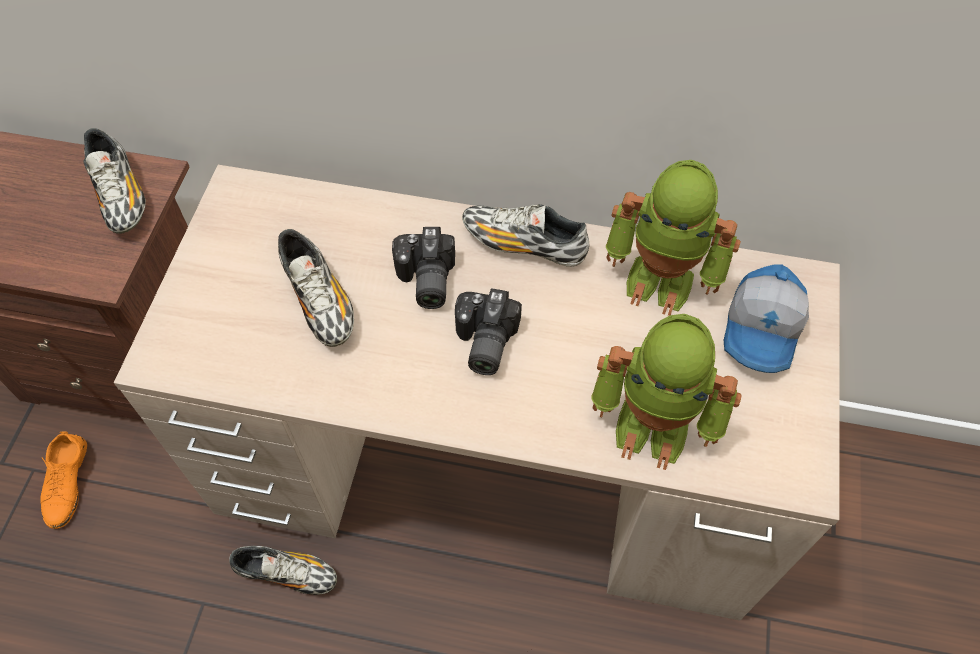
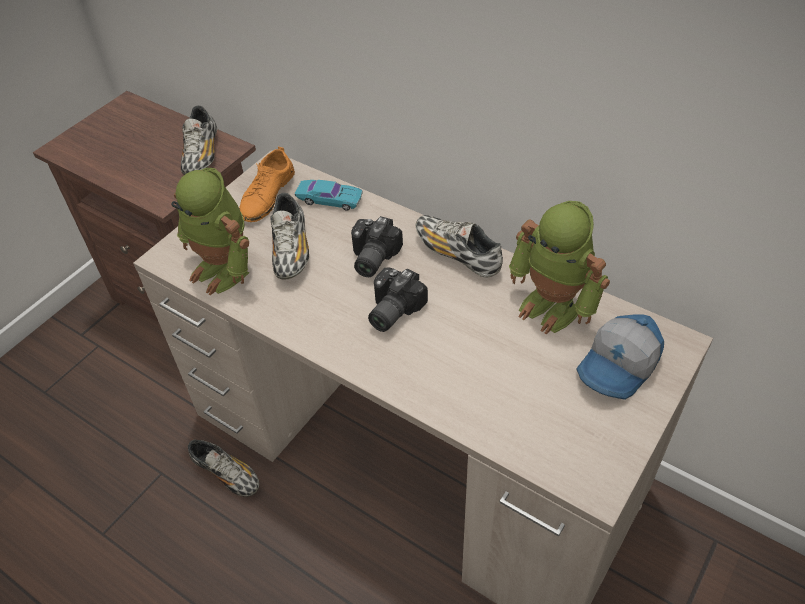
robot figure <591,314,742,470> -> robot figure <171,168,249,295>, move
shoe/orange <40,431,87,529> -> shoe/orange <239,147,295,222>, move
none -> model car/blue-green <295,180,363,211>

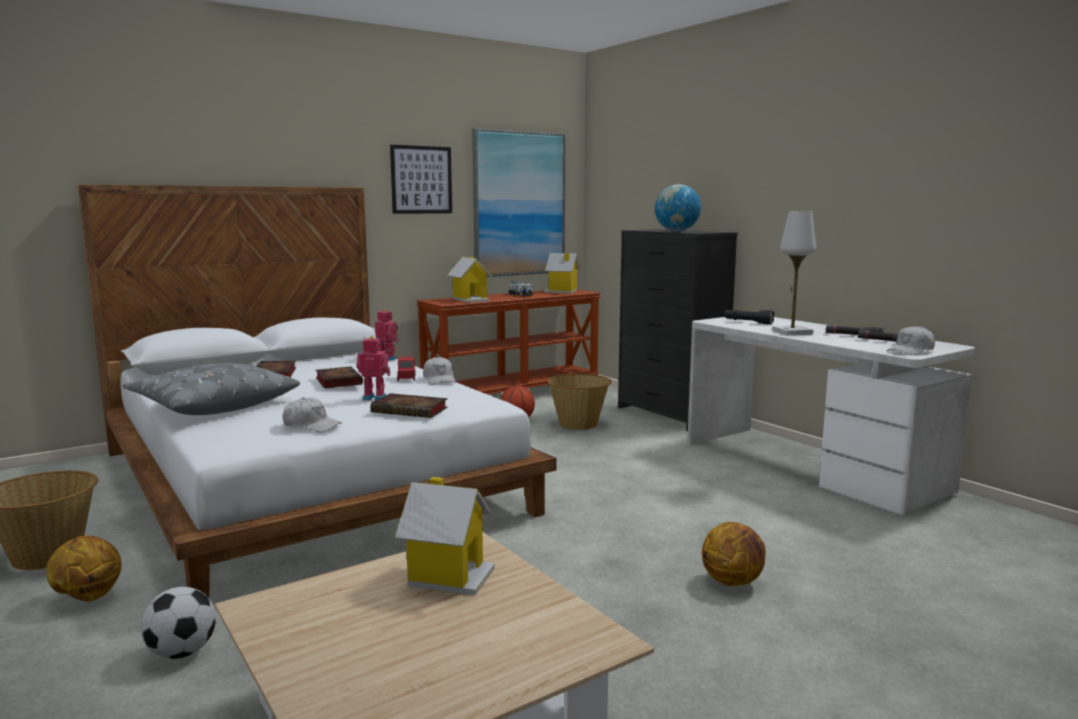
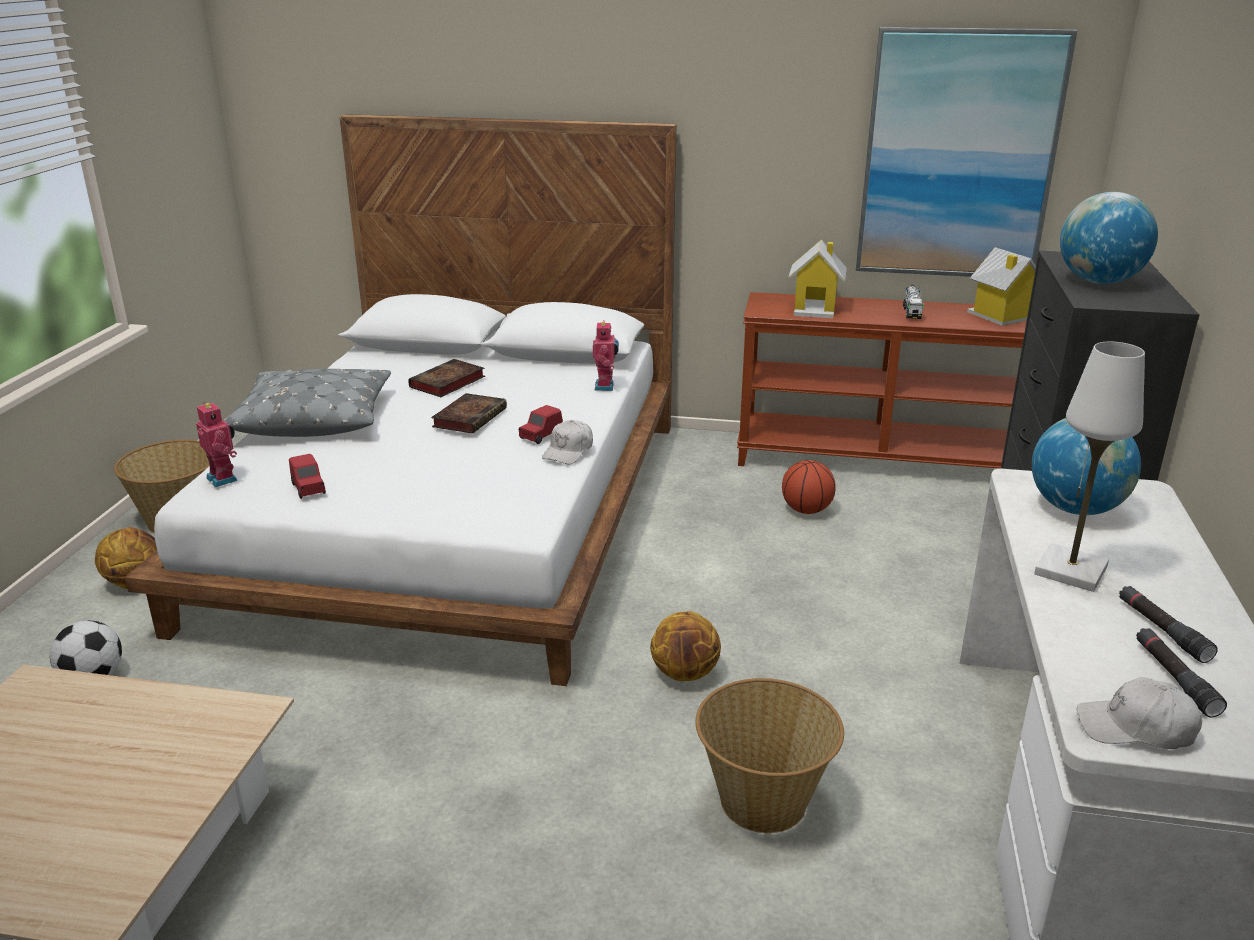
robot figure <356,336,390,401> -> robot figure <196,401,238,487>, move
peaked cap/whitish <282,397,342,432> -> model car/reddish <289,454,326,499>
basketball <702,522,766,586> -> basketball <650,611,721,681>, move
basket <548,374,612,430> -> basket <696,678,844,833>, move
hand torch/black-coloured <724,310,774,325> -> world globe <1032,418,1141,515>
book <371,393,448,418> -> none
wall picture <390,145,452,214> -> none
toy house <395,477,495,595> -> none

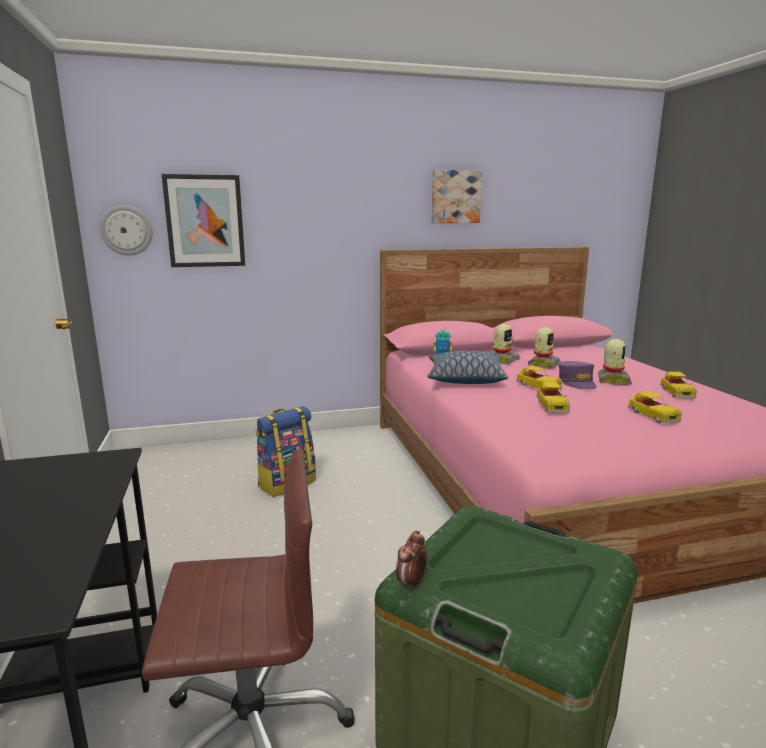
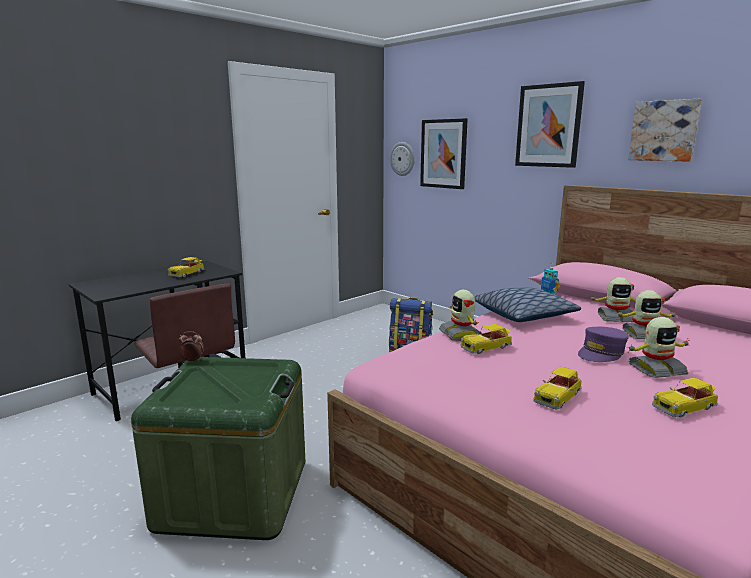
model car <516,366,563,390> -> model car <168,257,204,277>, move
none -> robot figure <439,290,482,341>
none -> wall picture <515,81,585,168>

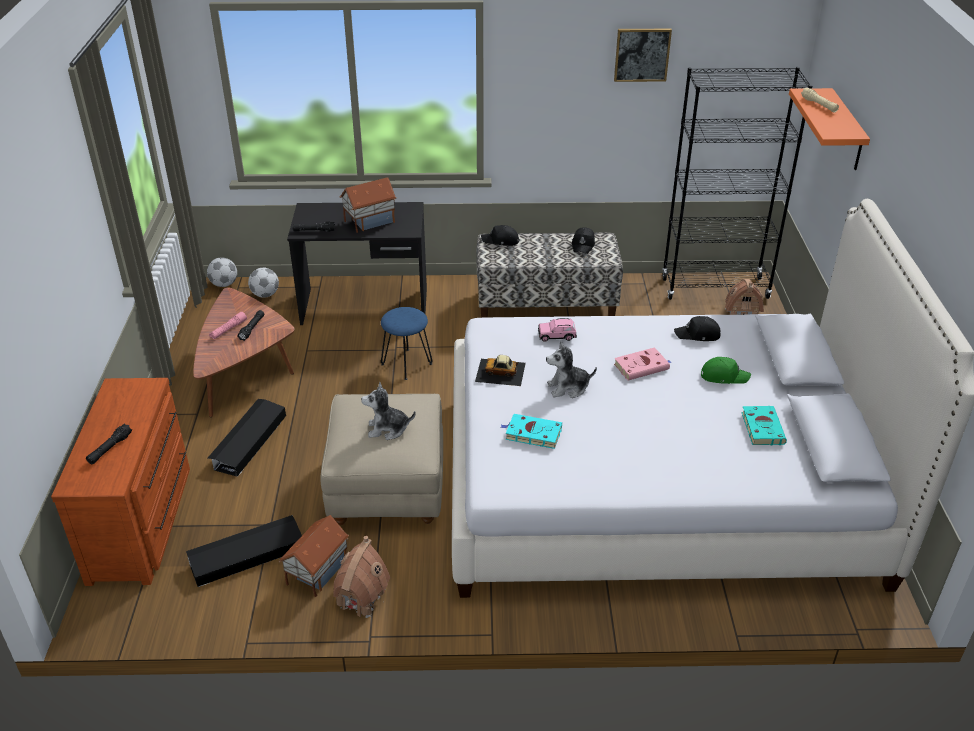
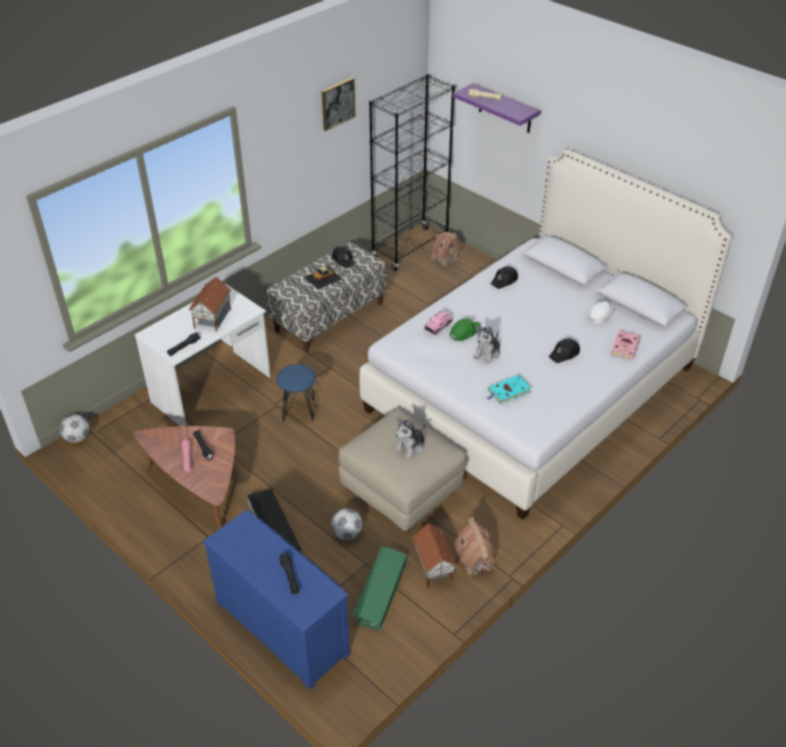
desk unit/black-coloured <287,202,427,325> -> desk unit/whitish <135,284,271,426>
dresser/brown <51,378,190,586> -> dresser/blue-coloured <203,510,350,690>
model car <475,355,526,386> -> model car <304,266,342,289>, move
football <248,268,279,298> -> football <331,508,362,540>, move
storage container/black-coloured <186,515,302,587> -> storage container/greenish <353,546,407,631>
peaked cap/greenish <701,357,751,384> -> peaked cap/greenish <450,318,480,341>, move
bracket shelf/orange <789,88,870,170> -> bracket shelf/purple <453,83,541,133>
peaked cap/black-coloured <481,225,520,246> -> peaked cap/black-coloured <549,338,580,363>, move
book/blue-green <741,406,787,445> -> peaked cap/whitish <588,301,615,324>
book/pink-coloured <614,347,671,381> -> book/pink-coloured <611,330,641,360>, move

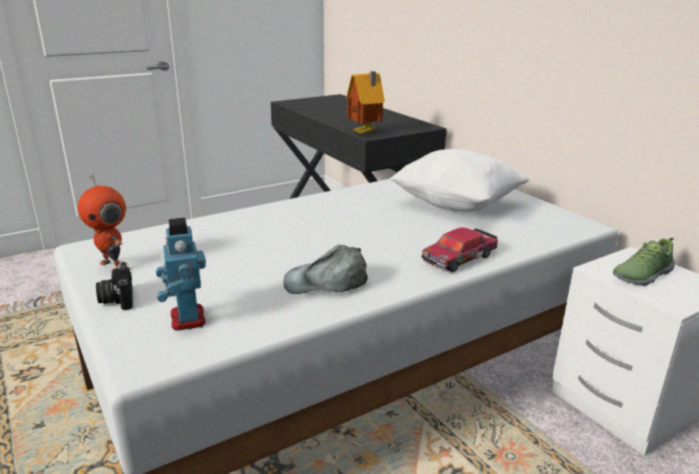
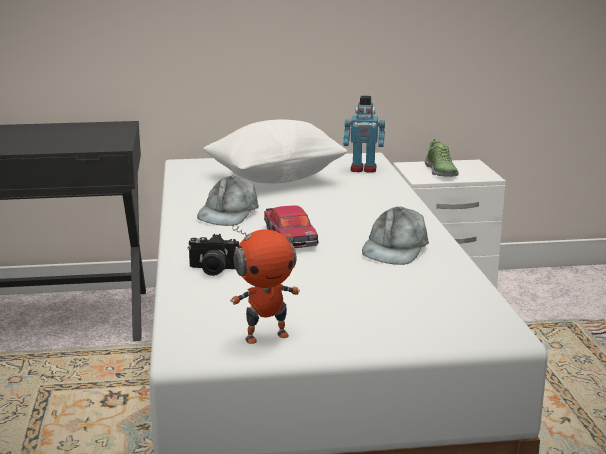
still camera <96,262,133,310> -> still camera <188,234,239,276>, move
none -> peaked cap/gray <197,176,259,226>
model car <421,227,498,272> -> model car <264,205,319,248>, move
robot figure <156,218,206,331> -> robot figure <343,96,385,173>, move
toy house <346,71,385,134> -> none

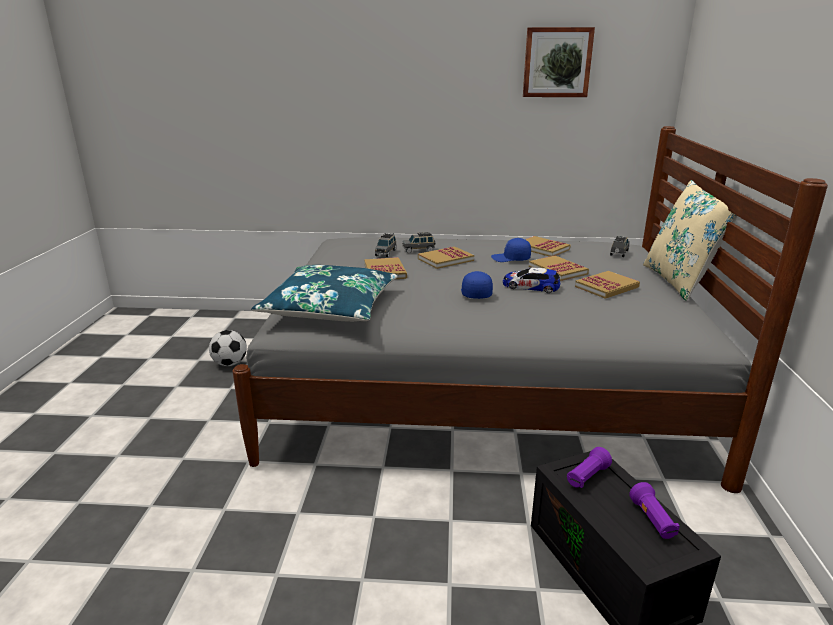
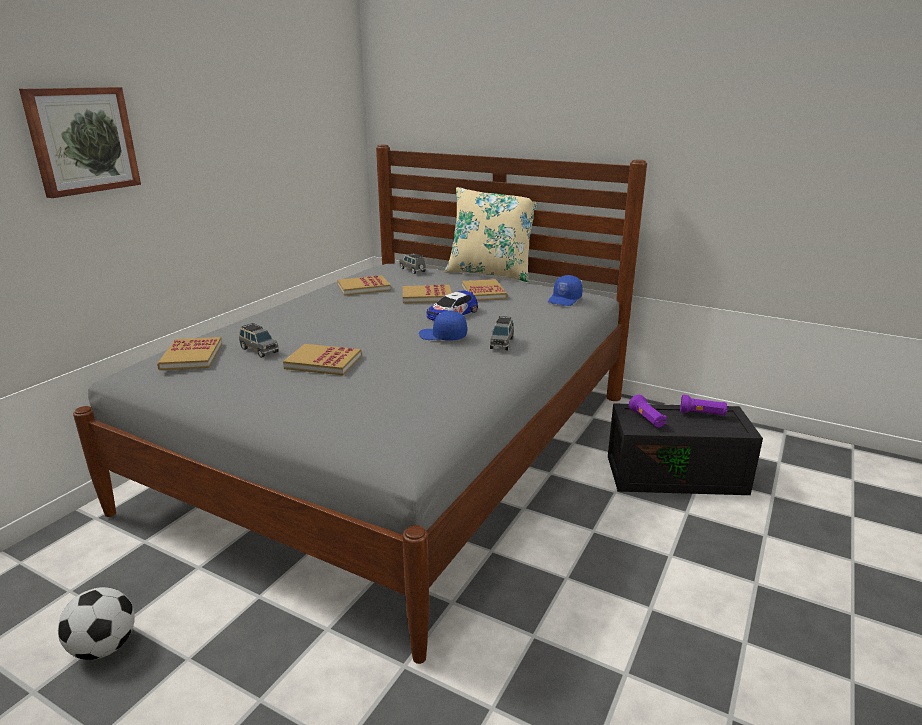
wall picture <523,27,595,97> -> wall picture <19,87,141,198>, move
book <418,246,474,269> -> book <157,337,222,370>, move
model car/gray <403,232,435,253> -> model car/gray <490,316,514,350>, move
peaked cap/blue-coloured <491,238,531,262> -> peaked cap/blue-coloured <548,275,583,306>, move
throw pillow/blue-coloured <251,265,398,322> -> none

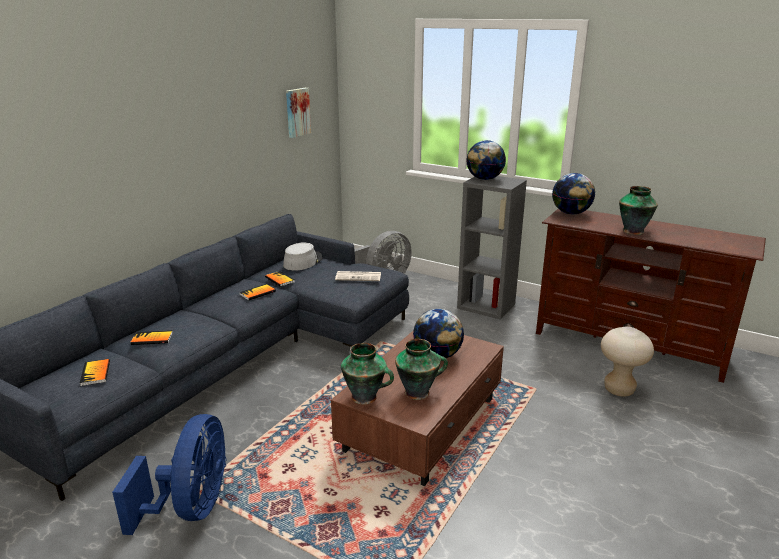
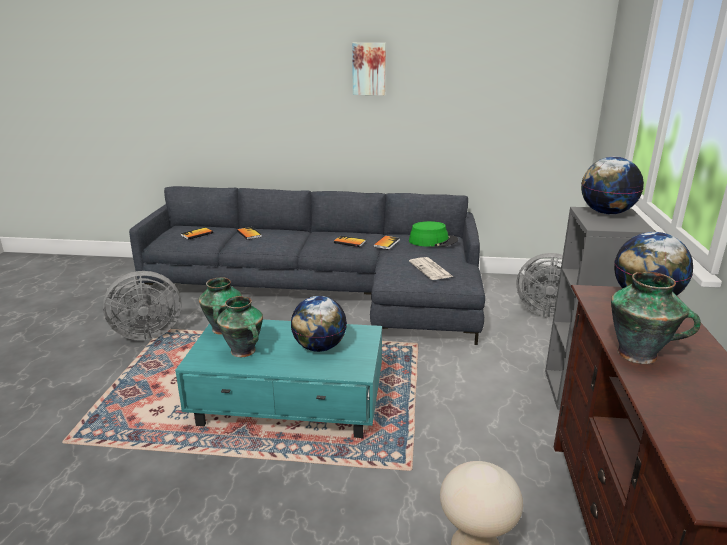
cooling fan/blue-coloured <112,414,226,535> -> cooling fan/gray <103,271,182,340>
lounge table/brown <331,330,504,486> -> lounge table/blue-green <175,320,382,438>
wall picture <286,88,311,138> -> wall picture <352,43,386,95>, move
clothing hat/gray <283,242,322,271> -> clothing hat/greenish <409,221,458,247>

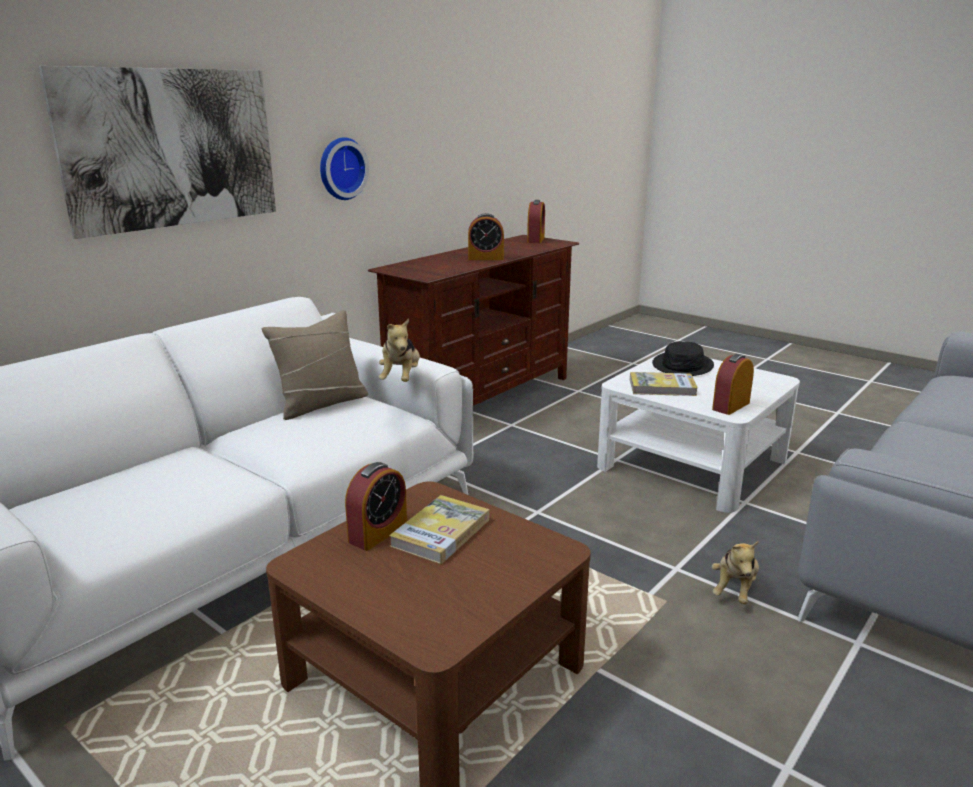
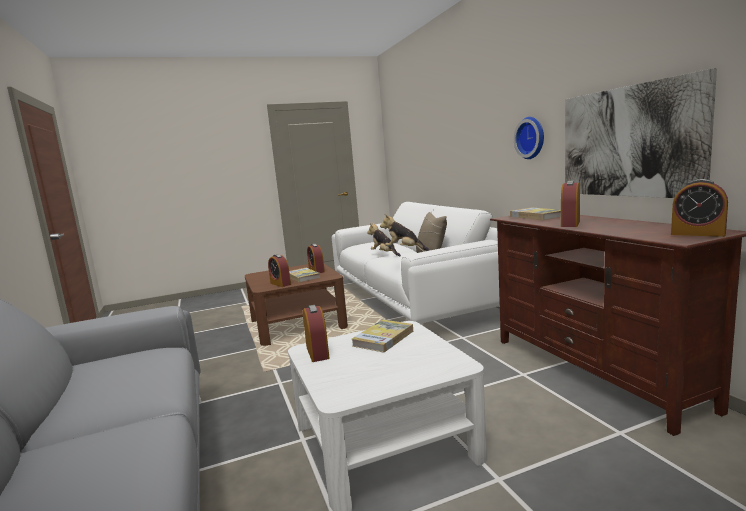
none -> table clock <268,254,291,287>
cuddly toy <712,541,759,604> -> cuddly toy <367,223,401,256>, move
none -> book <510,207,561,220>
wall picture <39,66,276,239> -> wall picture <565,68,717,198>, move
clothing hat/black-coloured <652,341,714,376> -> none

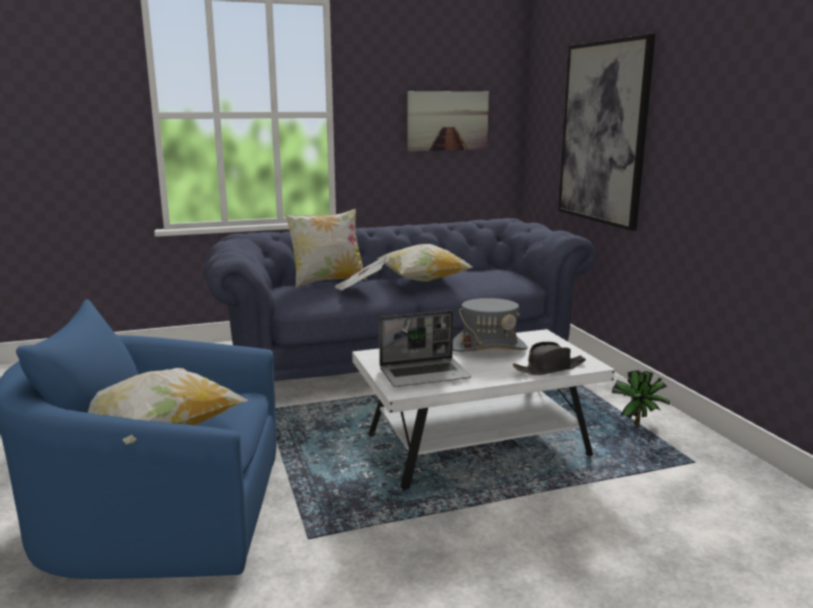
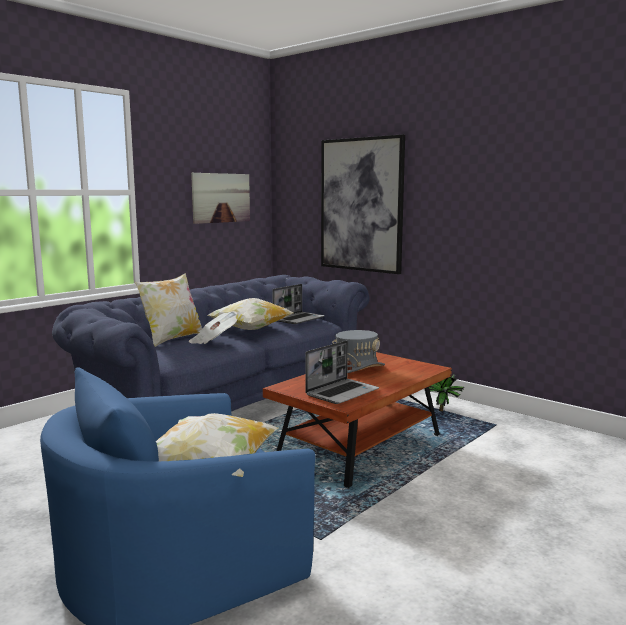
lounge table/whitish <352,329,615,491> -> lounge table/brown <263,352,452,489>
none -> portable computer <272,284,325,324>
clothing hat/black-coloured <513,342,586,375> -> none

